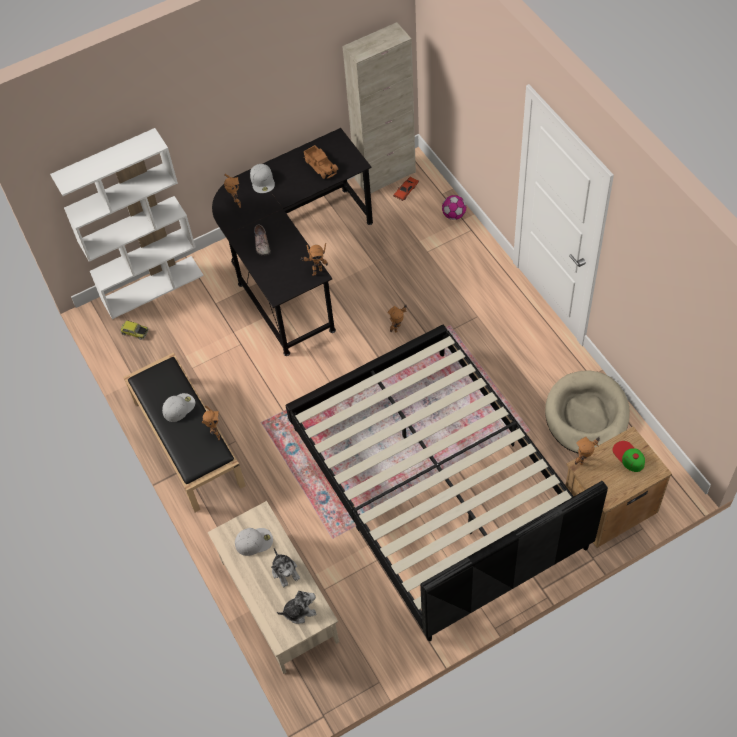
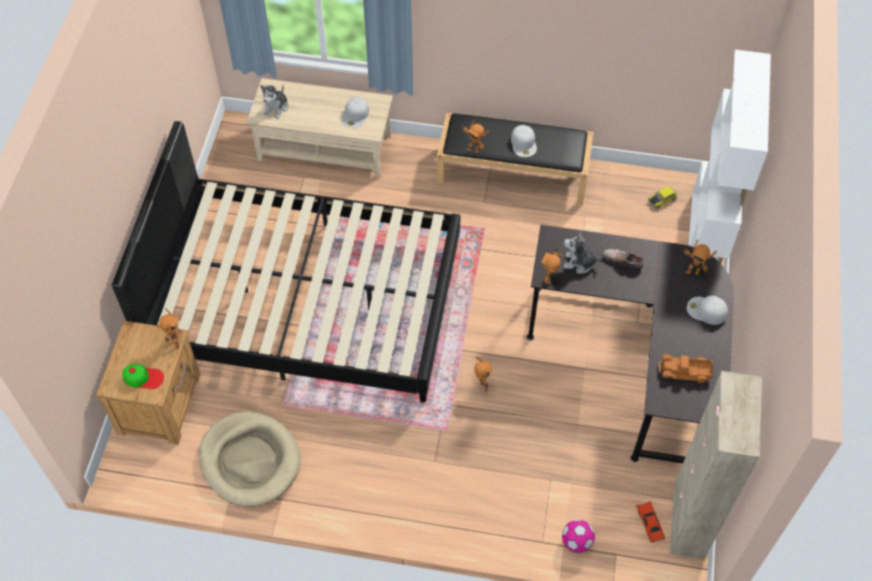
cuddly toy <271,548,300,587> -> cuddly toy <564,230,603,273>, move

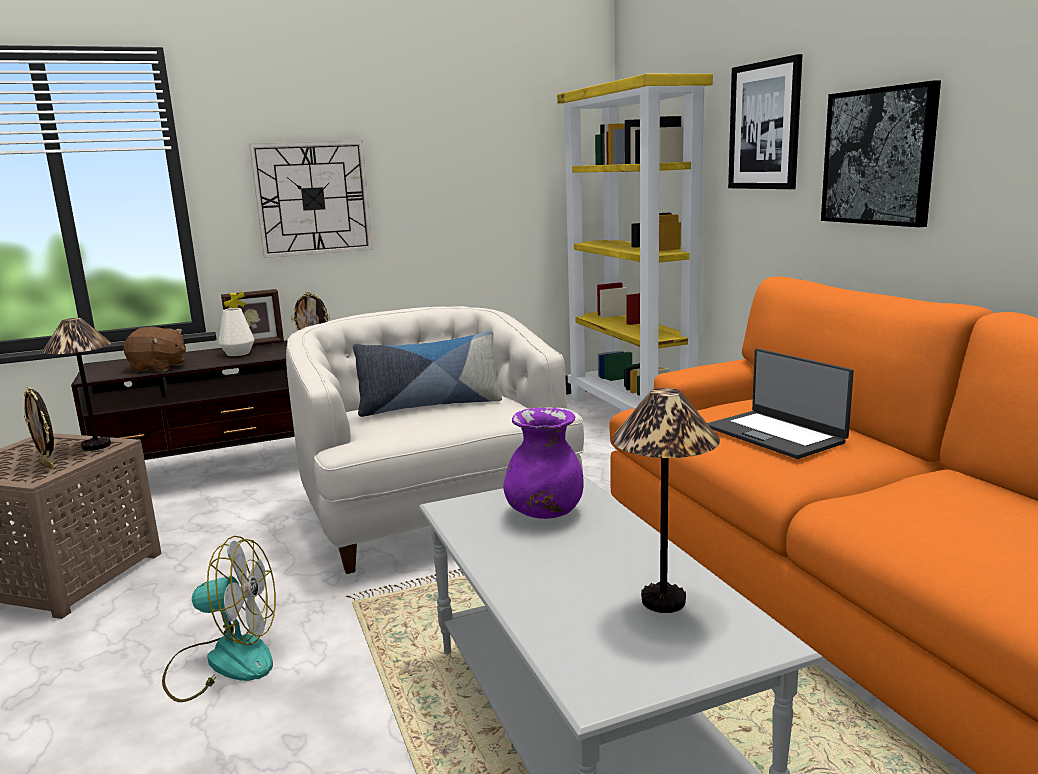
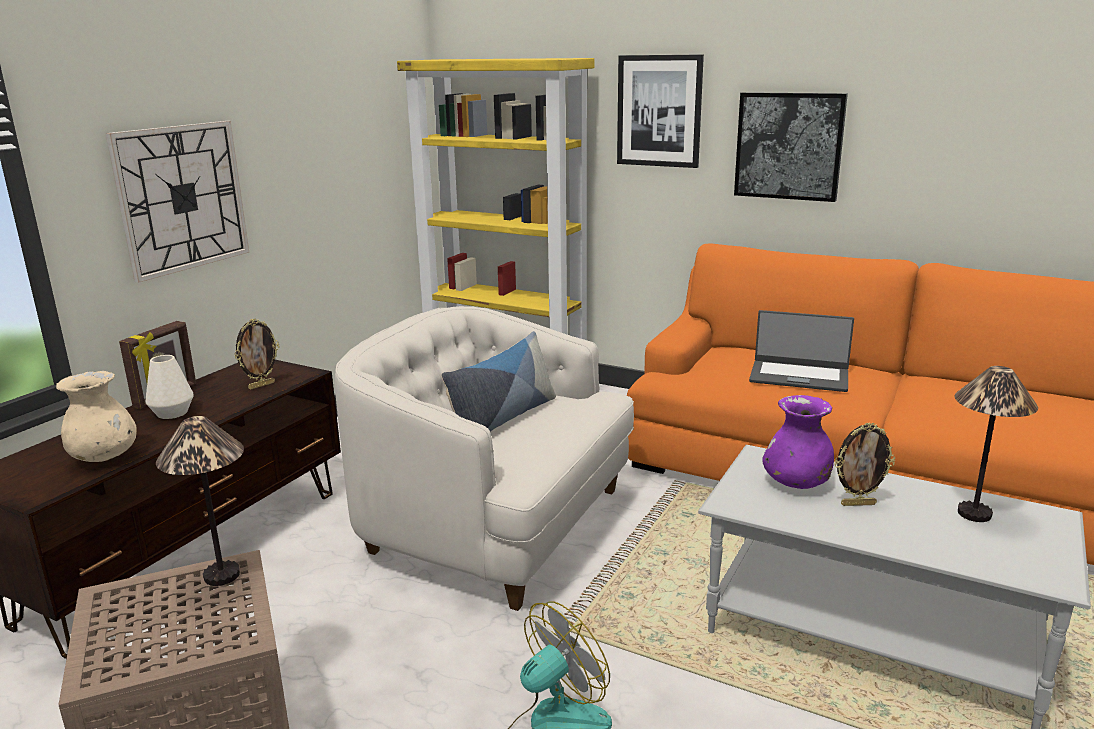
cuddly toy/brown <123,327,186,371> -> flower vase/beige <56,371,137,462>
standing frame <24,387,54,469> -> standing frame <834,422,895,506>, move

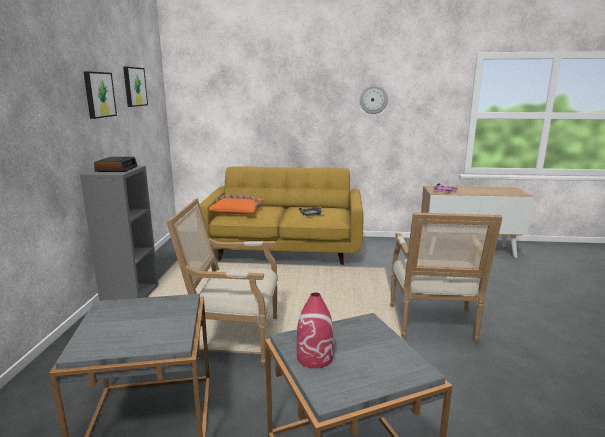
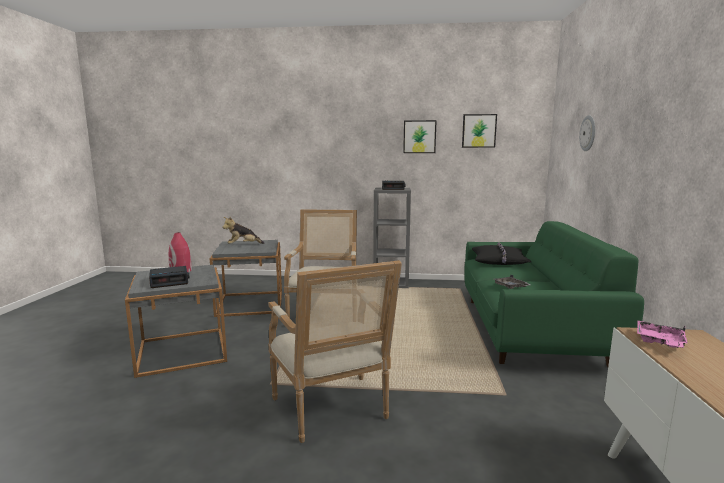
none -> table clock <149,266,190,288>
none -> cuddly toy <223,217,265,244>
lounge chair <390,212,503,343> -> lounge chair <269,260,402,443>, 120 degrees counterclockwise
settee/yellow-coloured <200,166,364,265> -> settee/greenish <464,221,644,367>
throw pillow/orange <209,195,264,214> -> throw pillow/black-coloured <472,242,531,265>
wall clock <360,85,388,114> -> wall clock <579,115,595,151>, move

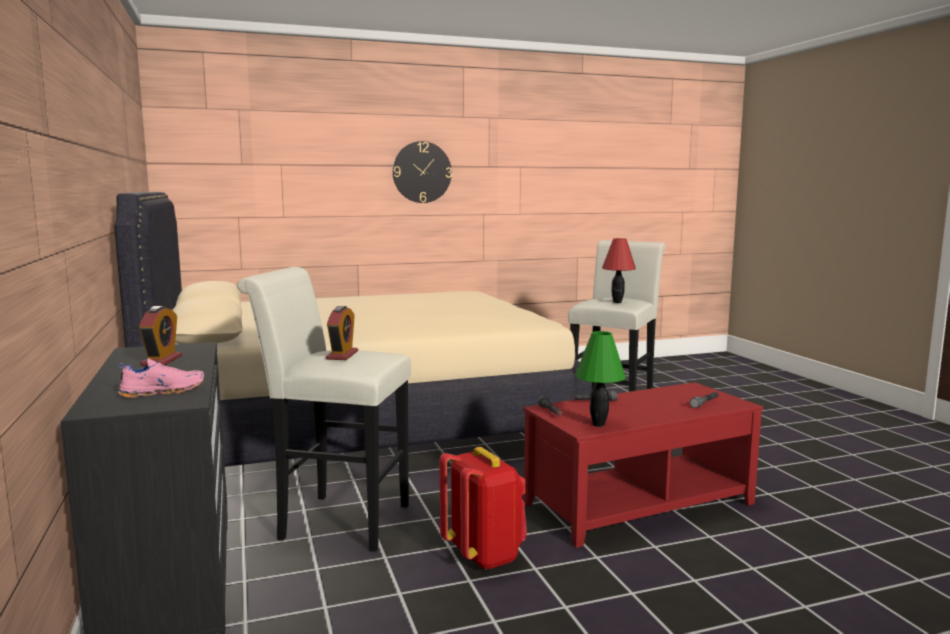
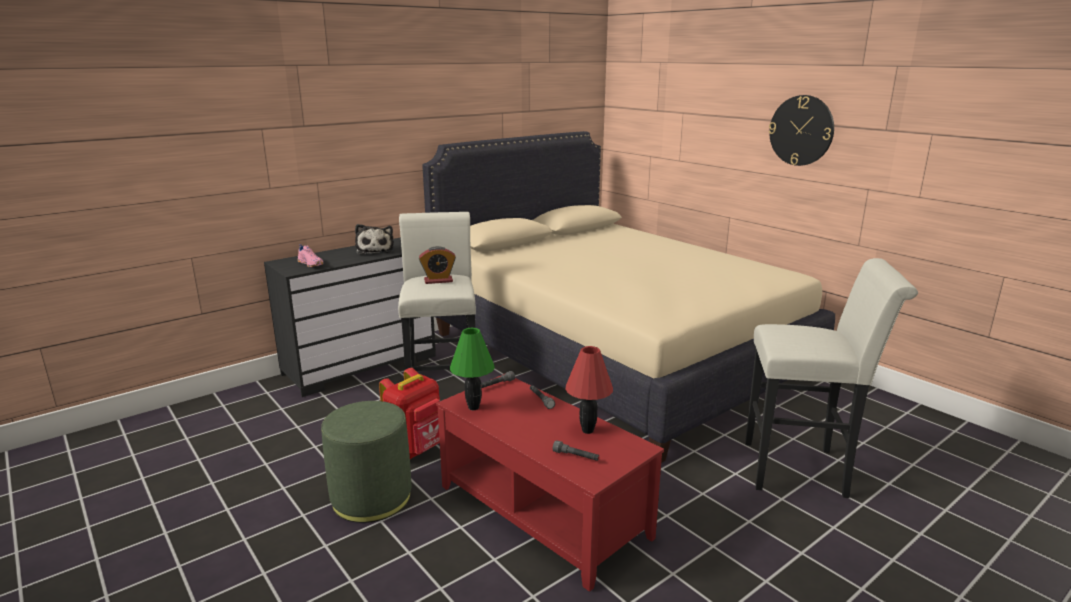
none -> pouffe/greenish <321,401,411,523>
table clock <139,306,182,366> -> cuddly toy <355,224,394,255>
tabletop lamp/reddish <602,238,636,303> -> tabletop lamp/reddish <565,346,613,434>, move

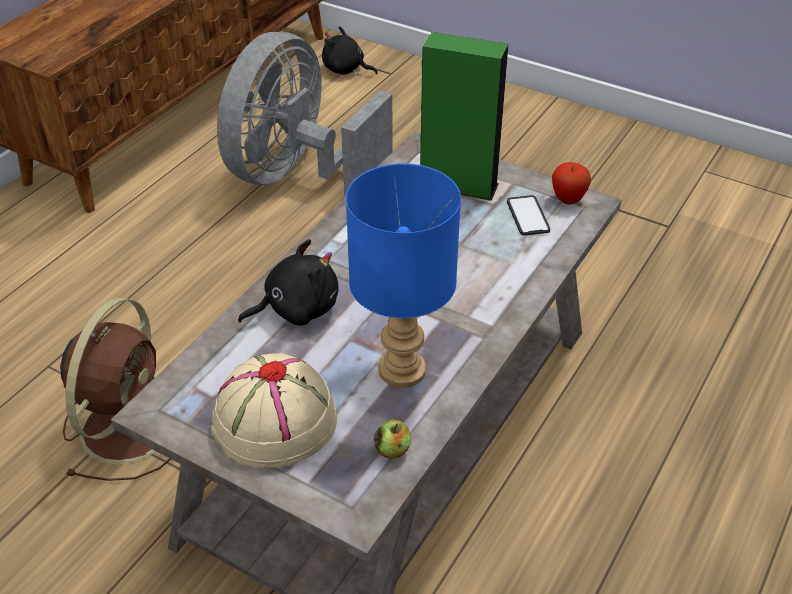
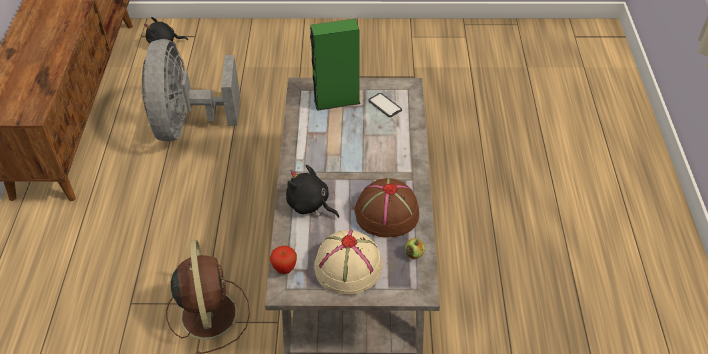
apple <552,162,591,205> -> apple <270,246,297,274>, move
cuddly toy/black-coloured <238,239,339,326> -> cuddly toy/black-coloured <286,164,339,218>, 90 degrees counterclockwise
tabletop lamp/blue-coloured <346,163,461,388> -> clothing hat/brown <355,178,419,238>

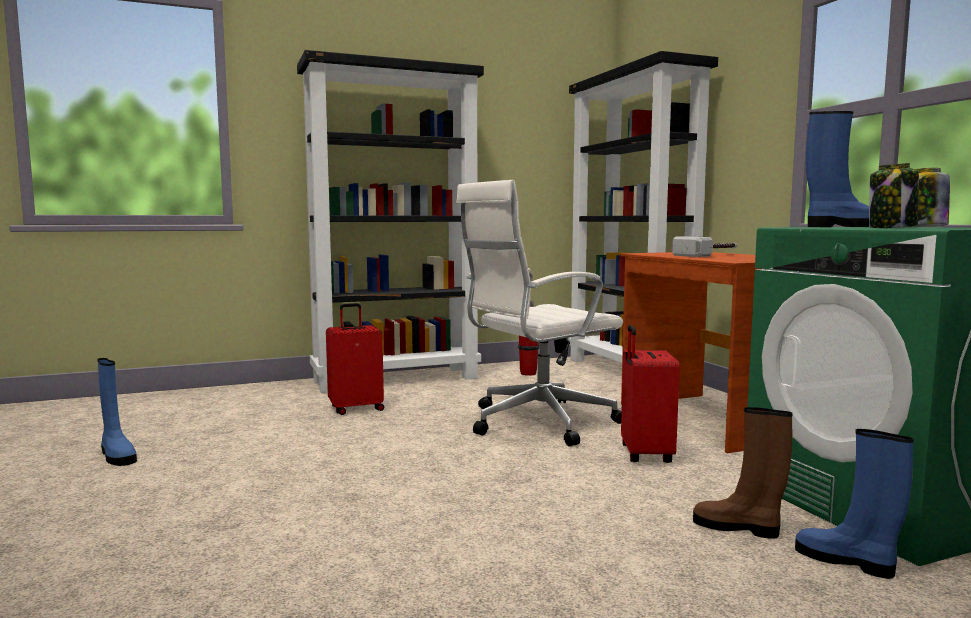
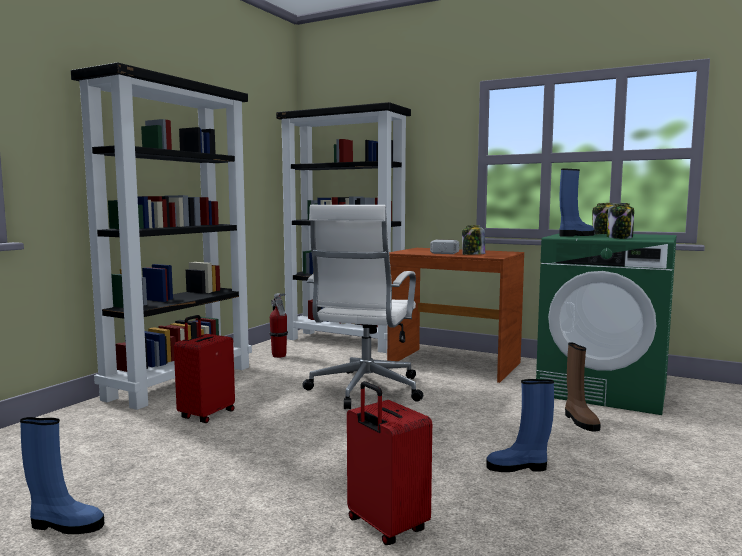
suitcase/reddish <621,325,680,463> -> suitcase/reddish <347,381,432,545>, move
none -> jar <462,225,485,255>
high-top boot/blue-coloured <795,429,914,579> -> high-top boot/blue-coloured <486,379,554,472>, move
high-top boot/brown <693,407,793,539> -> high-top boot/brown <565,342,601,432>, 90 degrees counterclockwise

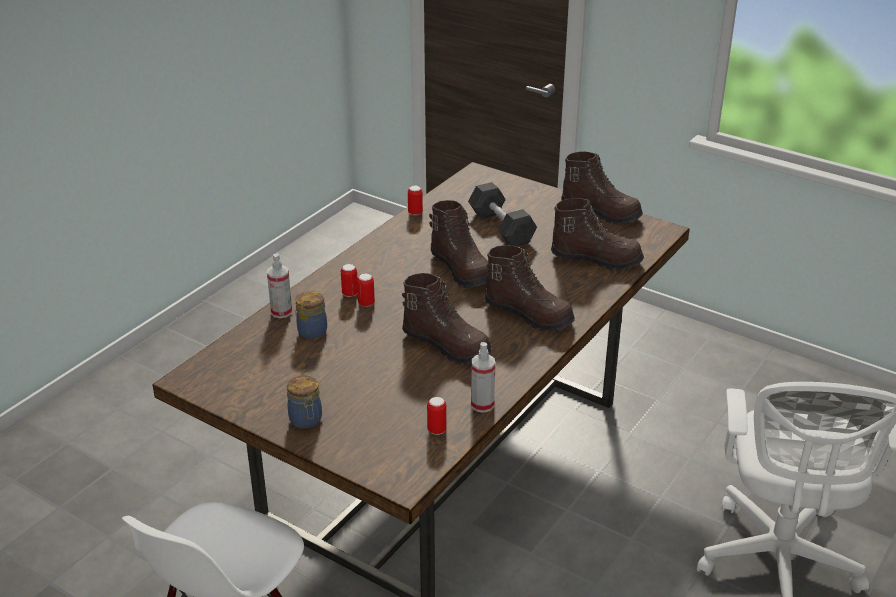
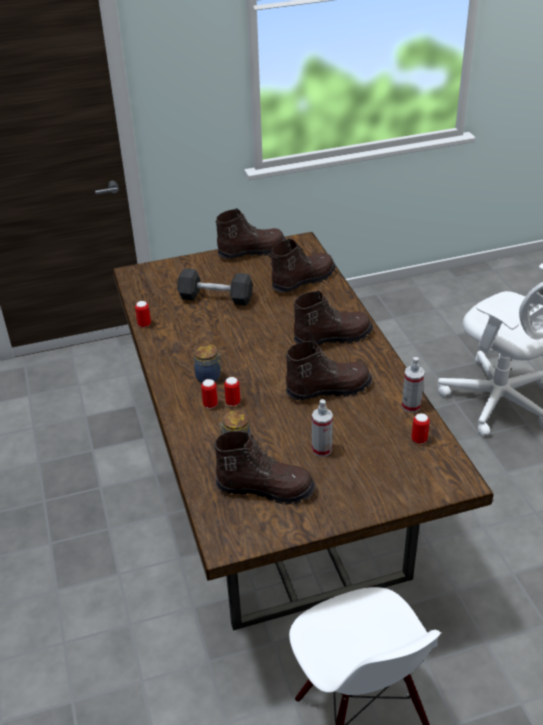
jar <287,375,322,429> -> jar <194,344,223,383>, move
high-top boot/brown <429,200,488,288> -> high-top boot/brown <214,431,315,505>, move
sprayer <267,253,292,318> -> sprayer <312,399,333,457>, move

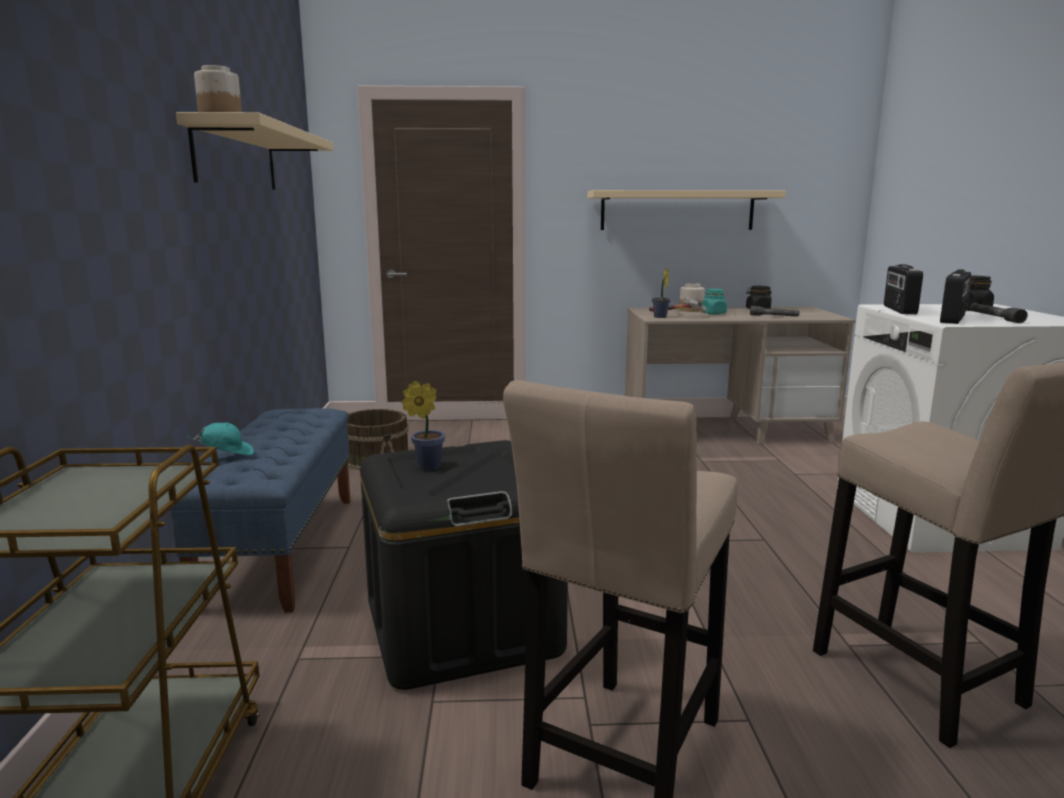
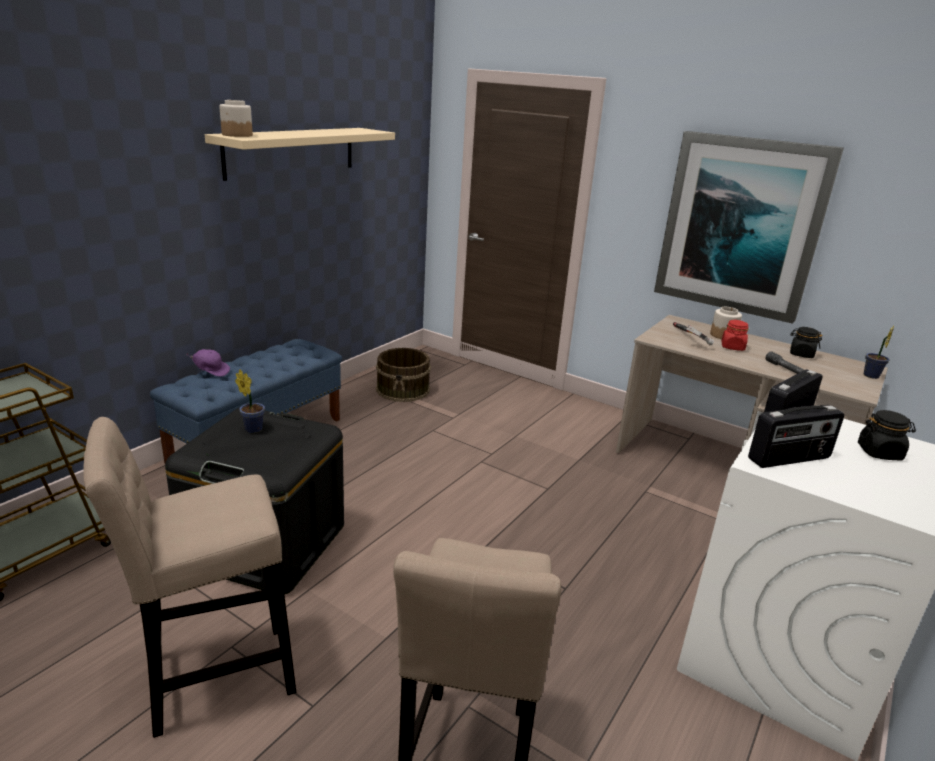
peaked cap/blue-green <187,422,254,455> -> peaked cap/purple <186,349,230,377>
bracket shelf/beige <587,190,786,230> -> wall picture <654,131,844,324>
jar/blue-green <702,289,727,315> -> jar/reddish <722,320,749,351>
houseplant <652,267,670,318> -> houseplant <864,326,894,379>, move
hand torch/gray <970,303,1028,323> -> none

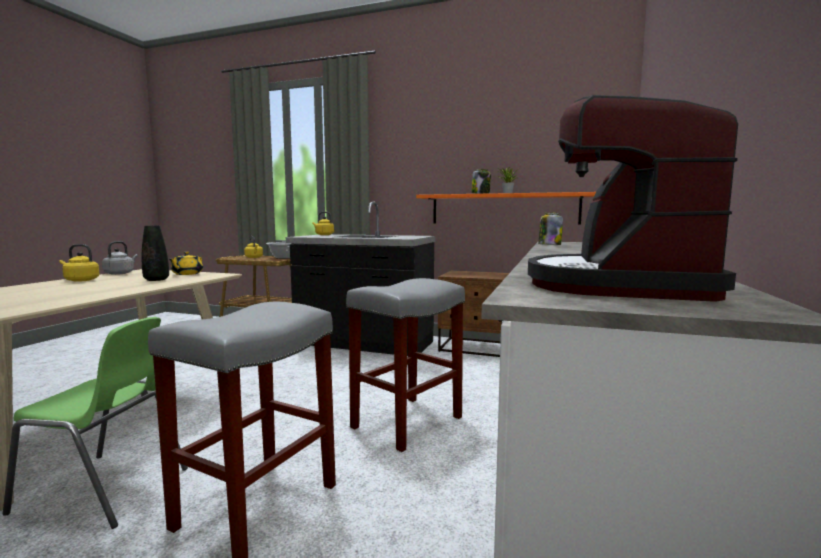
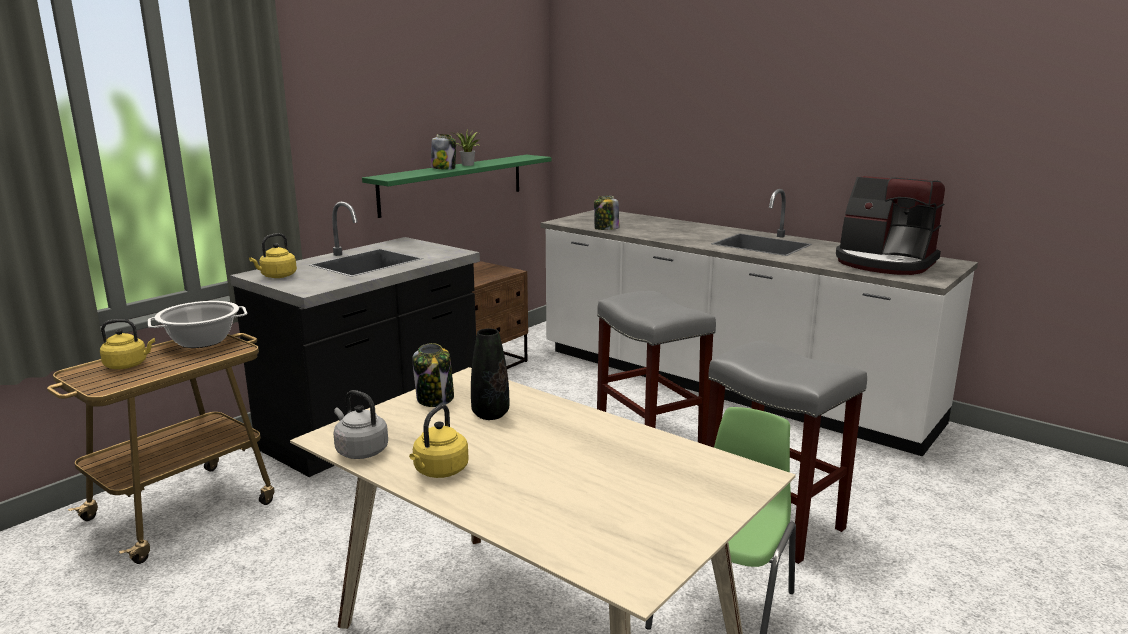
bracket shelf/orange <416,192,596,225> -> bracket shelf/greenish <362,155,551,218>
pot for tea/yellow-coloured <169,252,203,275> -> jar <412,343,454,407>

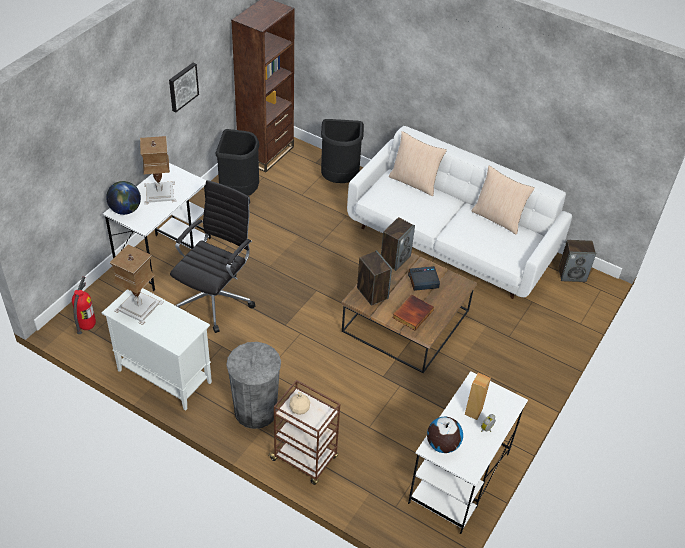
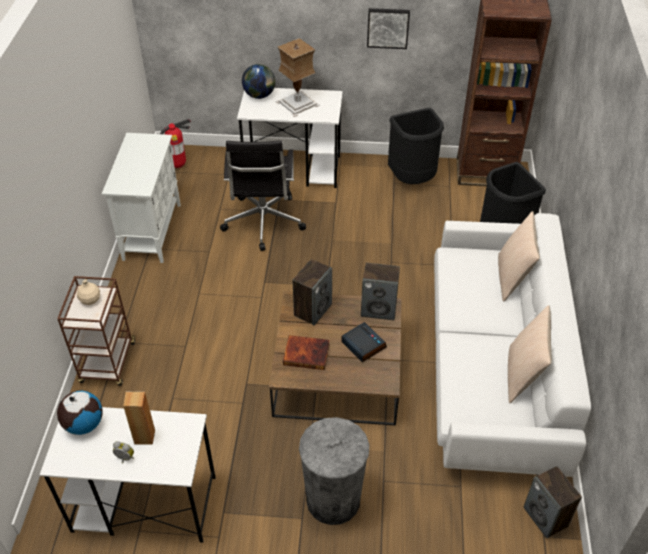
desk chair/black-coloured <170,180,255,333> -> desk chair/black-coloured <220,141,306,251>, 90 degrees clockwise
rubbish bin/gray <226,342,281,429> -> rubbish bin/gray <299,417,370,525>, move
tabletop lamp <109,245,163,325> -> none

